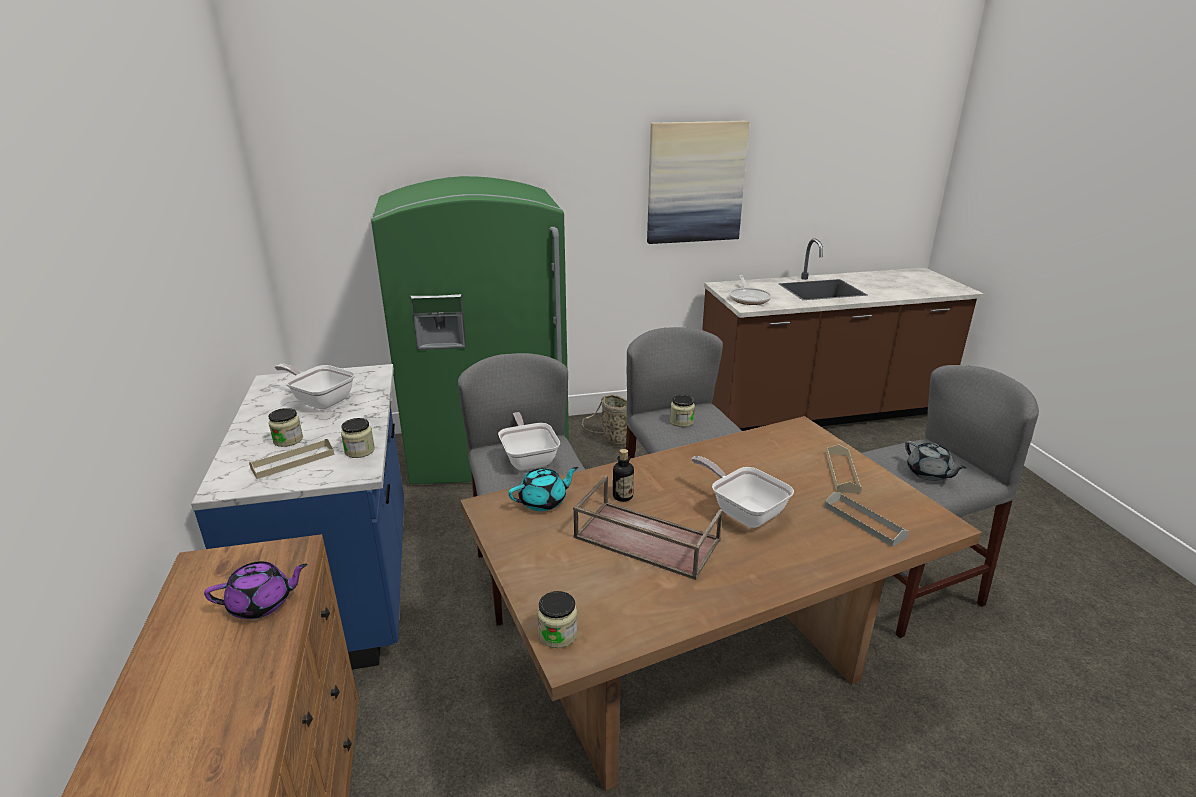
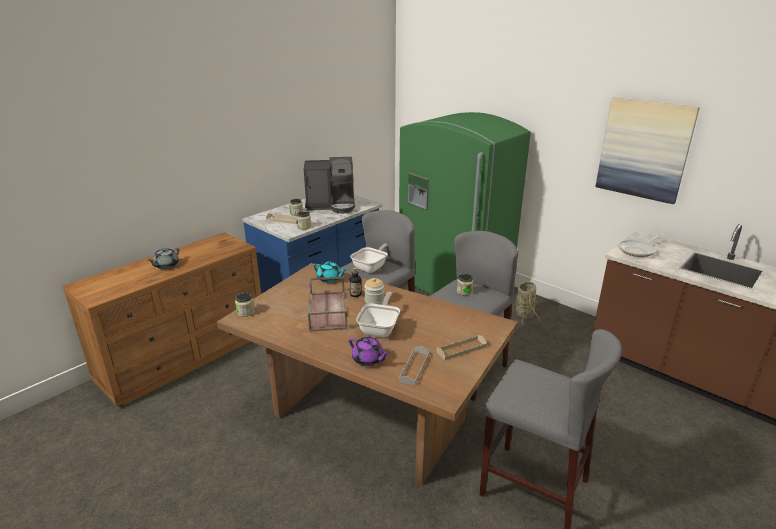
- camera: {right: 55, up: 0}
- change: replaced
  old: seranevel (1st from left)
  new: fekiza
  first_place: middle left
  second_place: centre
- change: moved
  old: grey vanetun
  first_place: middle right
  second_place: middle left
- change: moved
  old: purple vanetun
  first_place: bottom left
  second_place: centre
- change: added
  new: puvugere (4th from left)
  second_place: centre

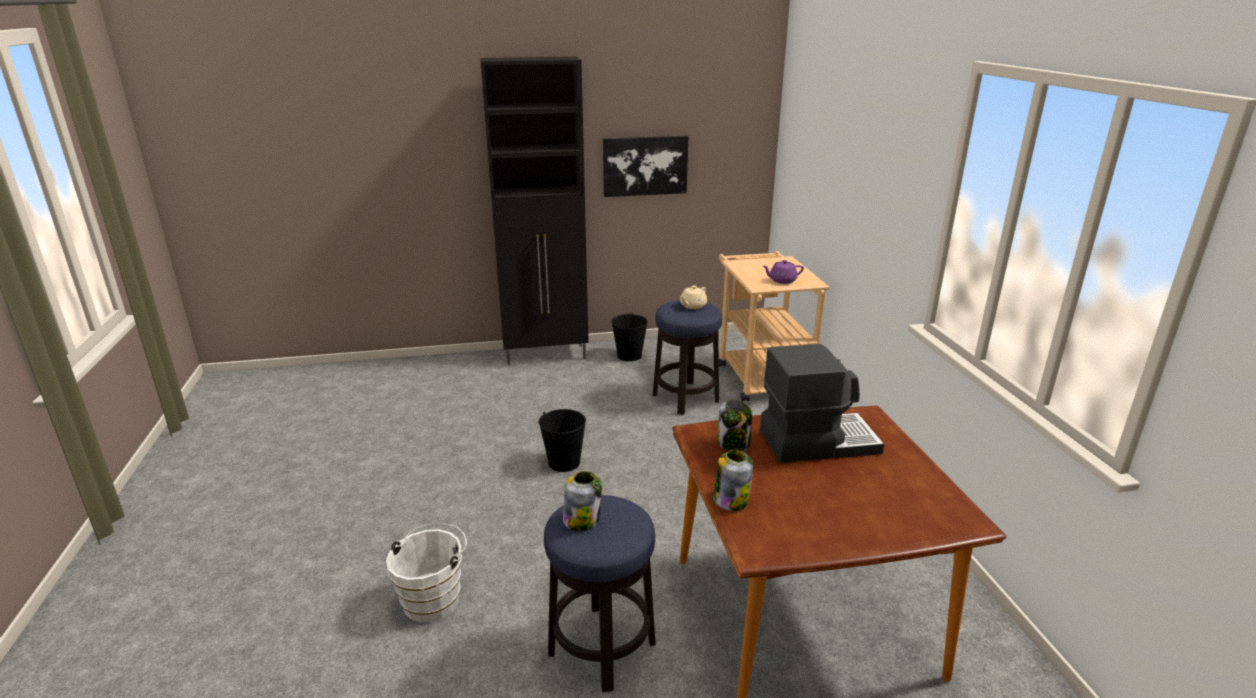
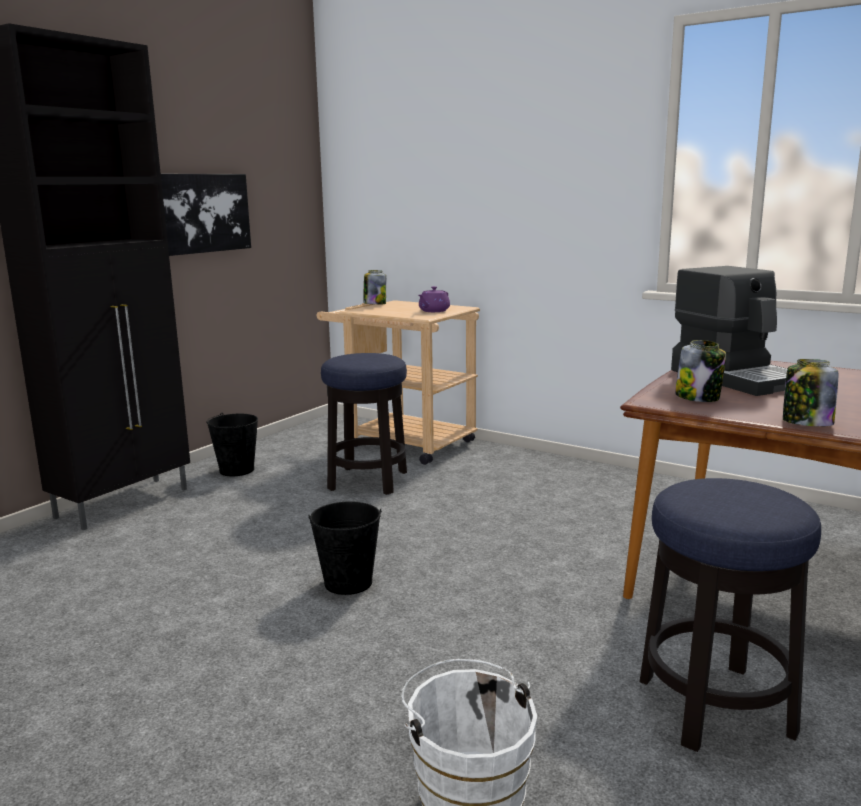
- camera: {right: -45, up: -10}
- change: removed
  old: beige vanetun
  first_place: centre
- change: turned
  old: fekiza
  first_place: centre
  second_place: middle right
  degrees: 120
- change: moved
  old: puvugere (1st from left)
  first_place: bottom centre
  second_place: centre

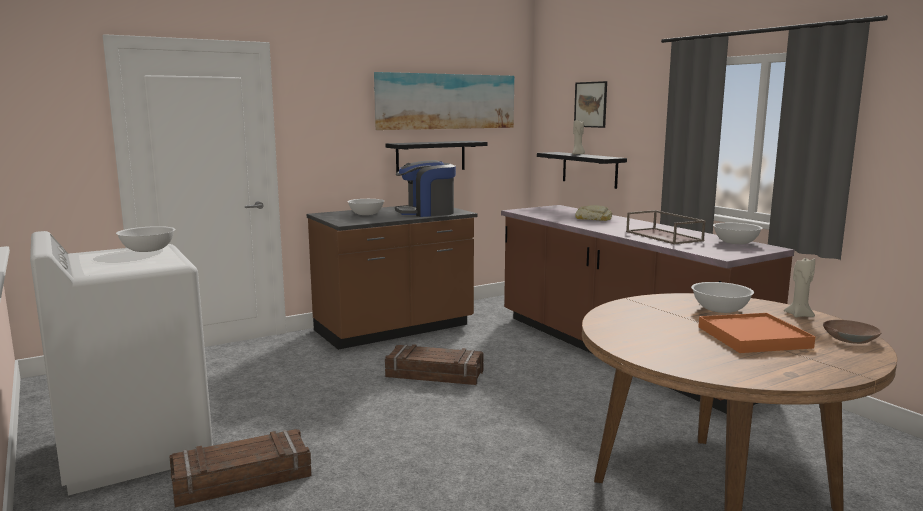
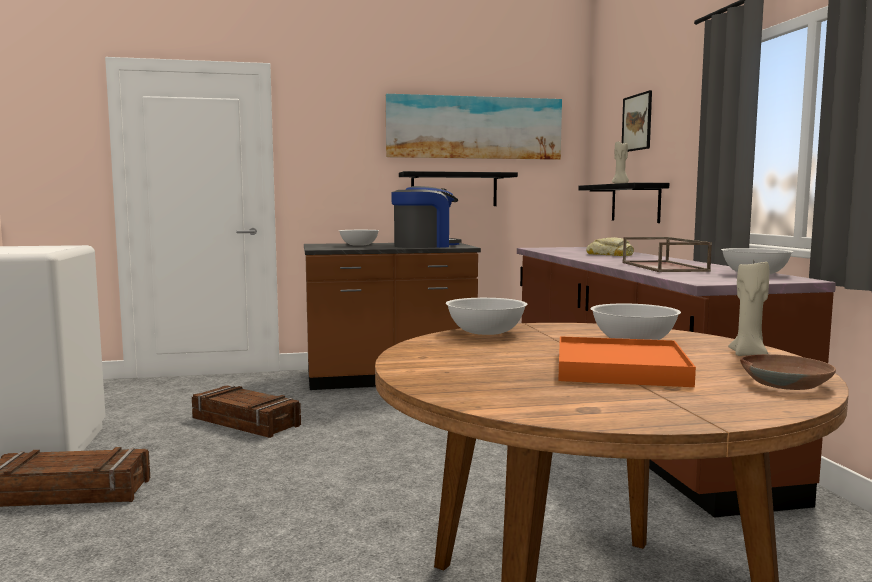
- camera: {right: 20, up: -5}
- change: turned
  old: fekiza
  first_place: centre
  second_place: centre
  degrees: 150
- change: moved
  old: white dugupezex (1st from left in the first image)
  new: white dugupezex (2nd from left)
  first_place: middle left
  second_place: centre
- change: moved
  old: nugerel (2nd from left)
  first_place: bottom centre
  second_place: bottom left

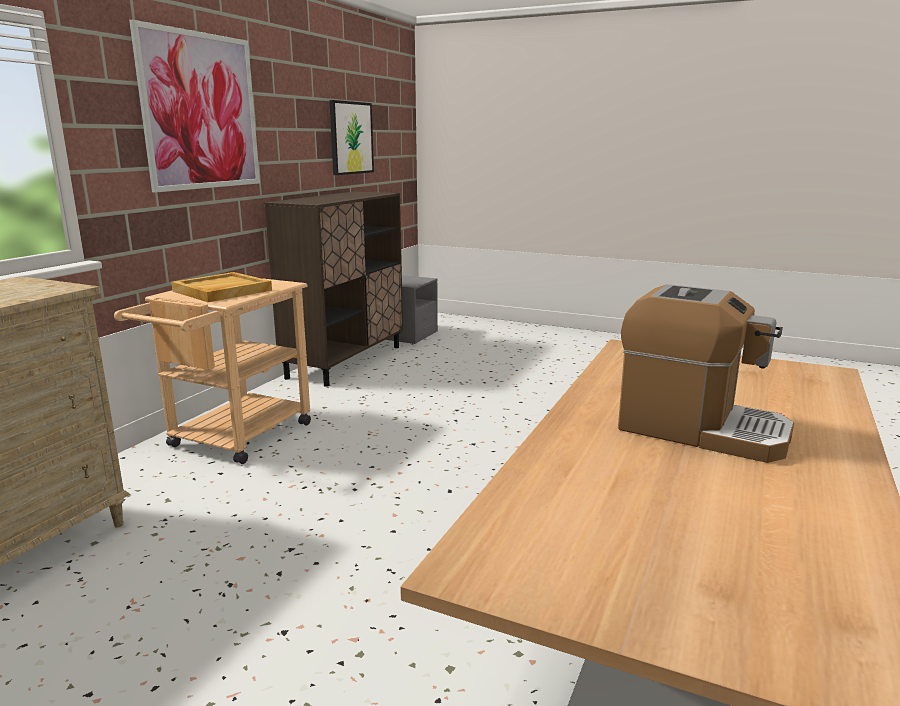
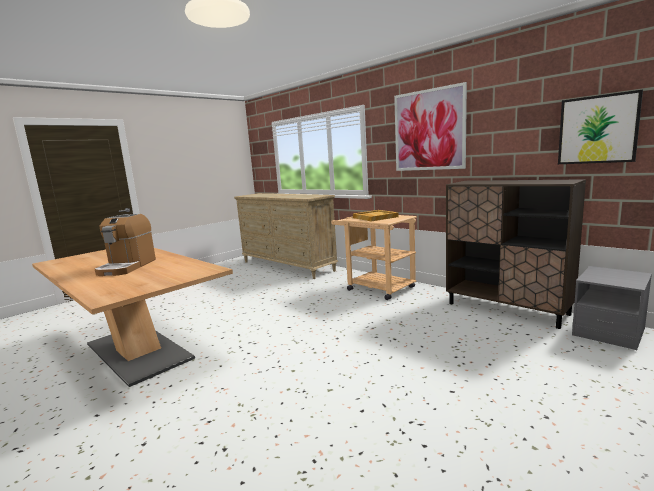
- camera: {right: 110, up: -5}
- change: turned
  old: fekiza
  first_place: middle right
  second_place: middle left
  degrees: -45

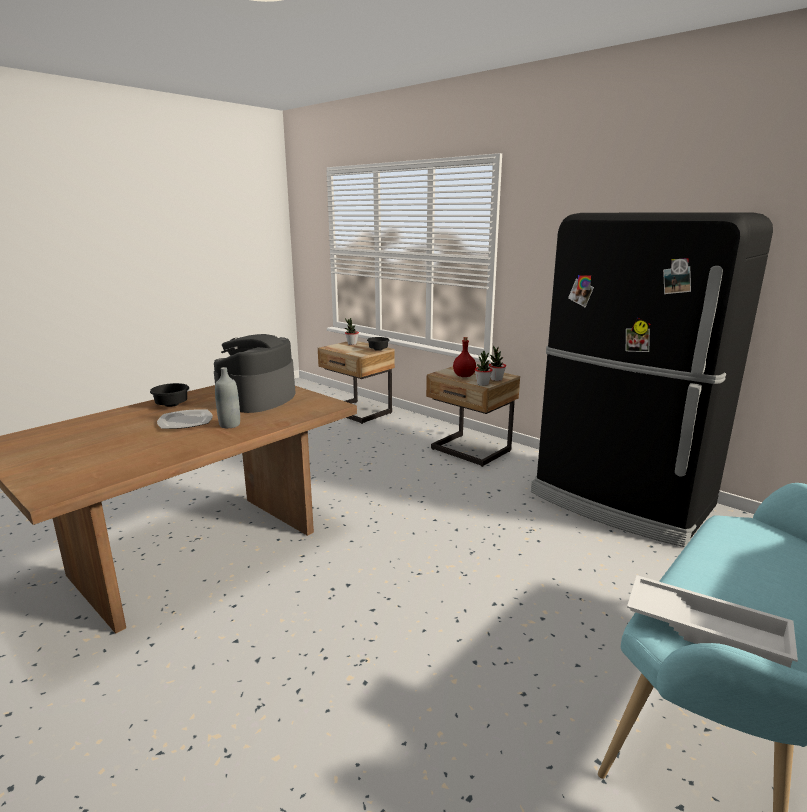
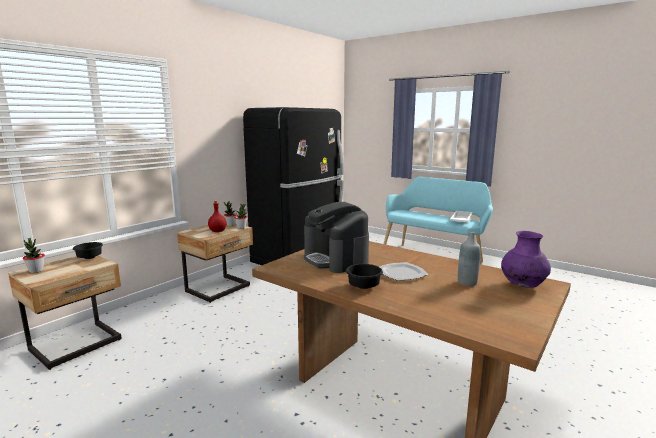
- camera: {right: -95, up: -5}
- change: turned
  old: fekiza
  first_place: middle left
  second_place: centre
  degrees: 45
- change: moved
  old: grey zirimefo
  first_place: middle left
  second_place: middle right
- change: added
  new: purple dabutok
  second_place: middle right

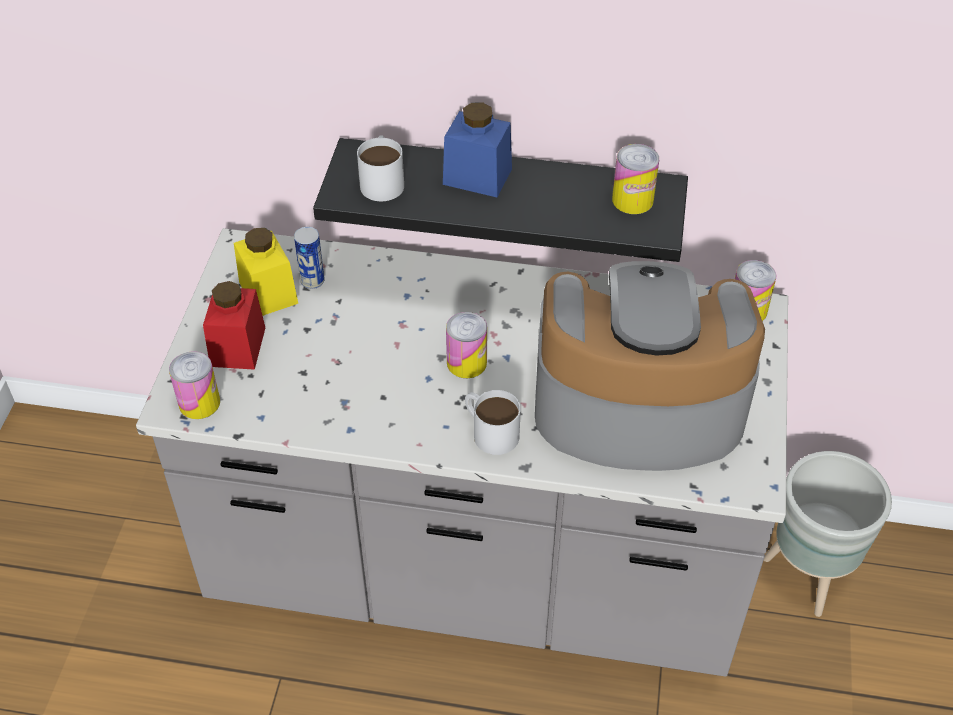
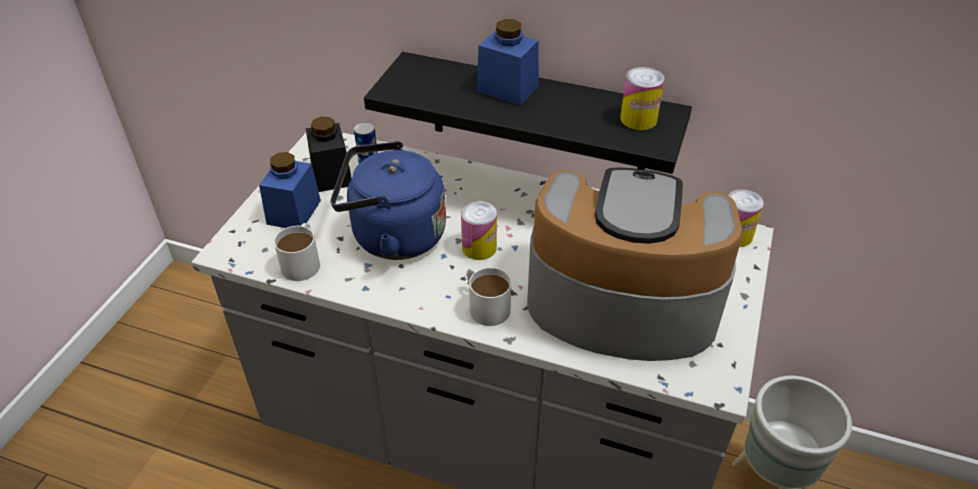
- camera: {right: 10, up: -5}
- change: moved
  old: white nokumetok (1st from left)
  first_place: top centre
  second_place: middle left
- change: recoloured
  old: yellow puvugere
  new: black puvugere
  first_place: middle left
  second_place: top centre
- change: recoloured
  old: red puvugere
  new: blue puvugere (1st from left)
  first_place: middle left
  second_place: middle left
- change: removed
  old: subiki (1st from left)
  first_place: middle left
- change: added
  new: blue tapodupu
  second_place: centre

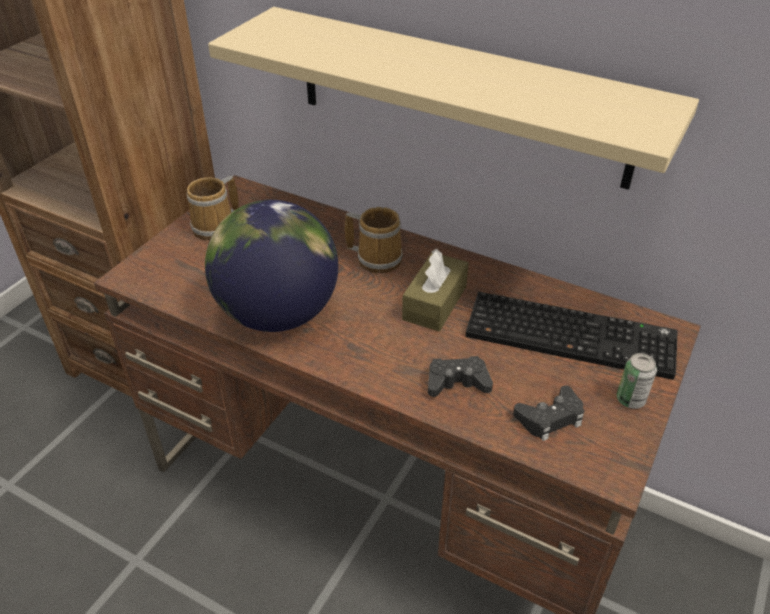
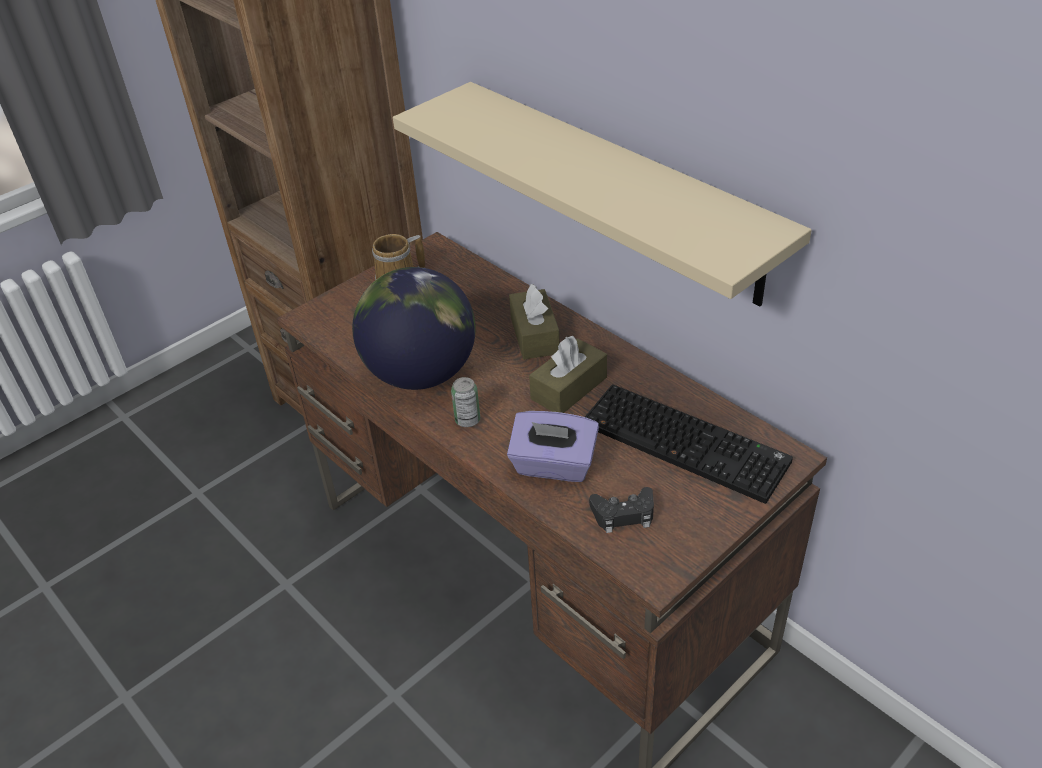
- camera: {right: 20, up: 0}
- change: replaced
  old: nokumetok (2nd from left)
  new: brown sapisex (1st from left)
  first_place: centre
  second_place: centre
- change: moved
  old: subiki
  first_place: middle right
  second_place: centre
- change: replaced
  old: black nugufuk (1st from left)
  new: purple sapisex
  first_place: centre
  second_place: centre

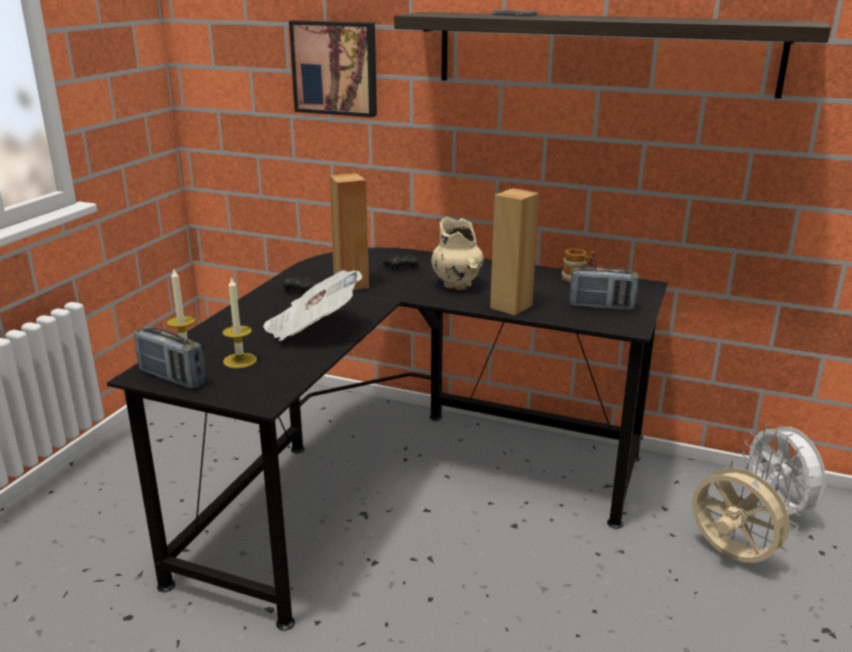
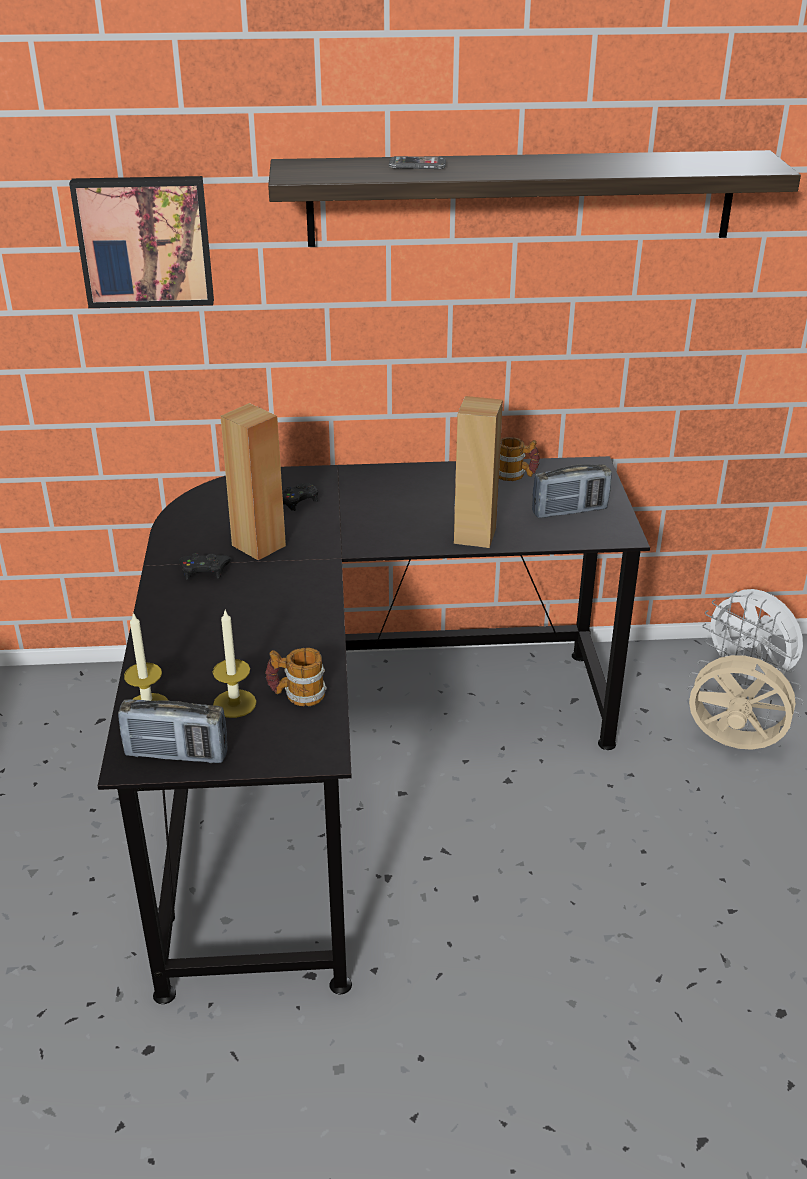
- camera: {right: -25, up: 10}
- change: removed
  old: beige dabutok
  first_place: centre
- change: removed
  old: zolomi
  first_place: centre
- change: added
  new: nokumetok (1st from left)
  second_place: centre

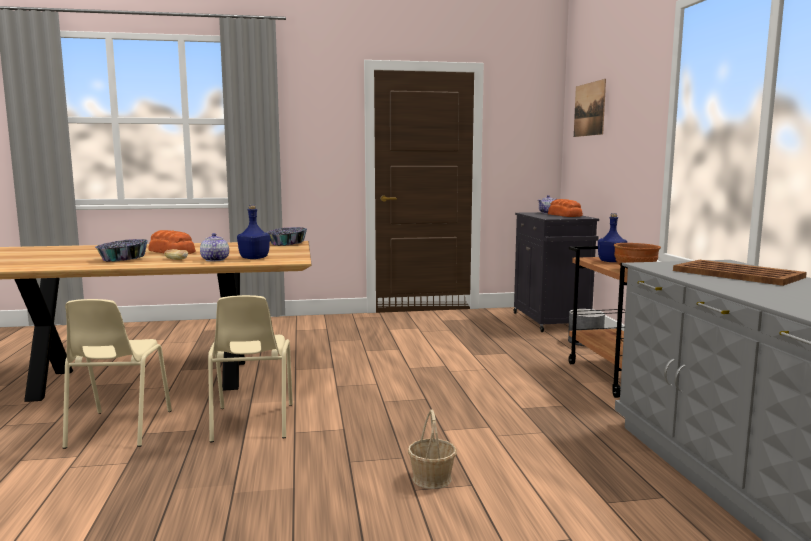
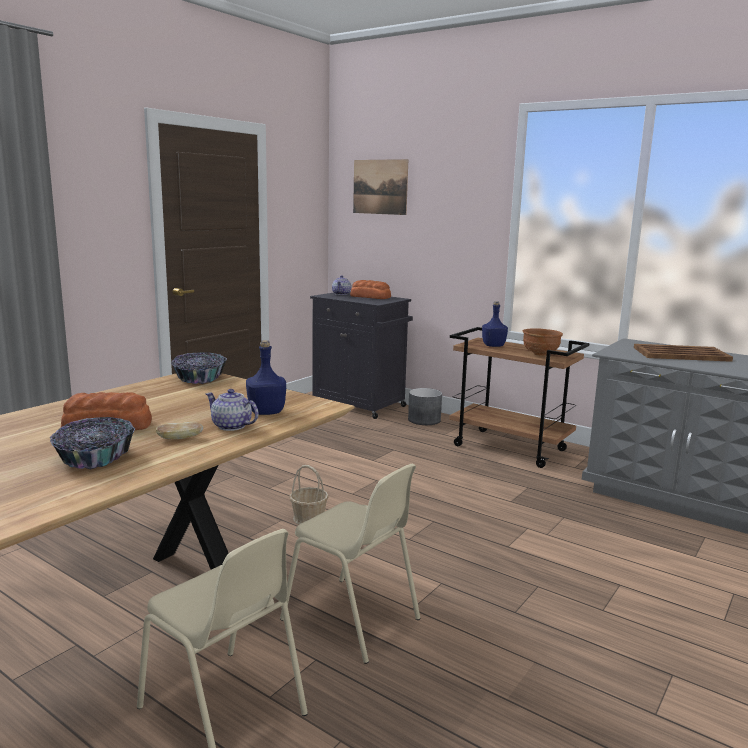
- camera: {right: -45, up: 5}
- change: moved
  old: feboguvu
  first_place: bottom centre
  second_place: centre

